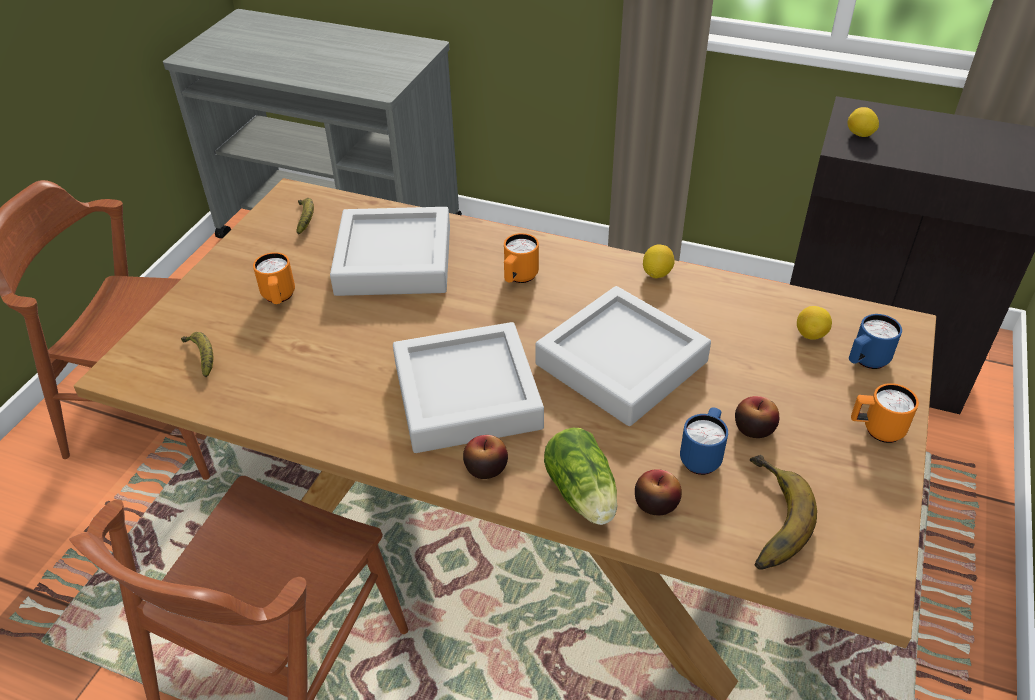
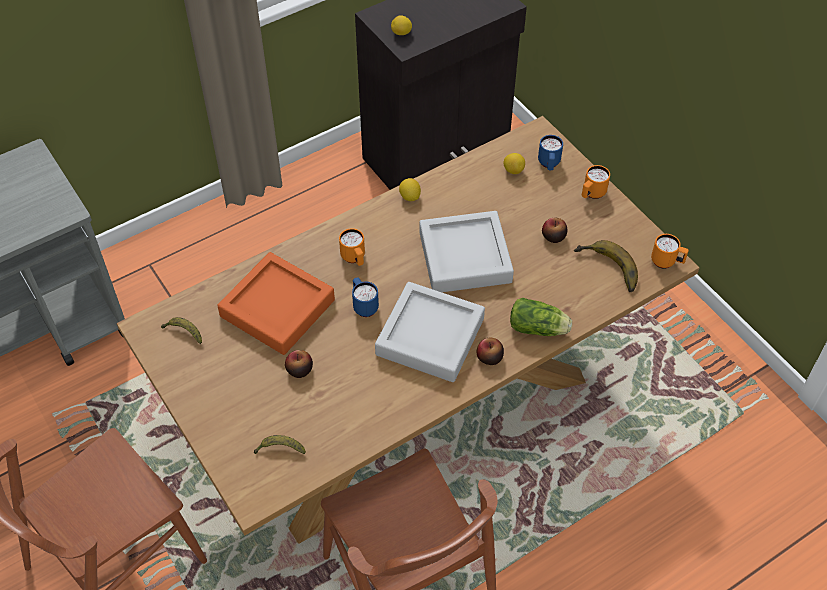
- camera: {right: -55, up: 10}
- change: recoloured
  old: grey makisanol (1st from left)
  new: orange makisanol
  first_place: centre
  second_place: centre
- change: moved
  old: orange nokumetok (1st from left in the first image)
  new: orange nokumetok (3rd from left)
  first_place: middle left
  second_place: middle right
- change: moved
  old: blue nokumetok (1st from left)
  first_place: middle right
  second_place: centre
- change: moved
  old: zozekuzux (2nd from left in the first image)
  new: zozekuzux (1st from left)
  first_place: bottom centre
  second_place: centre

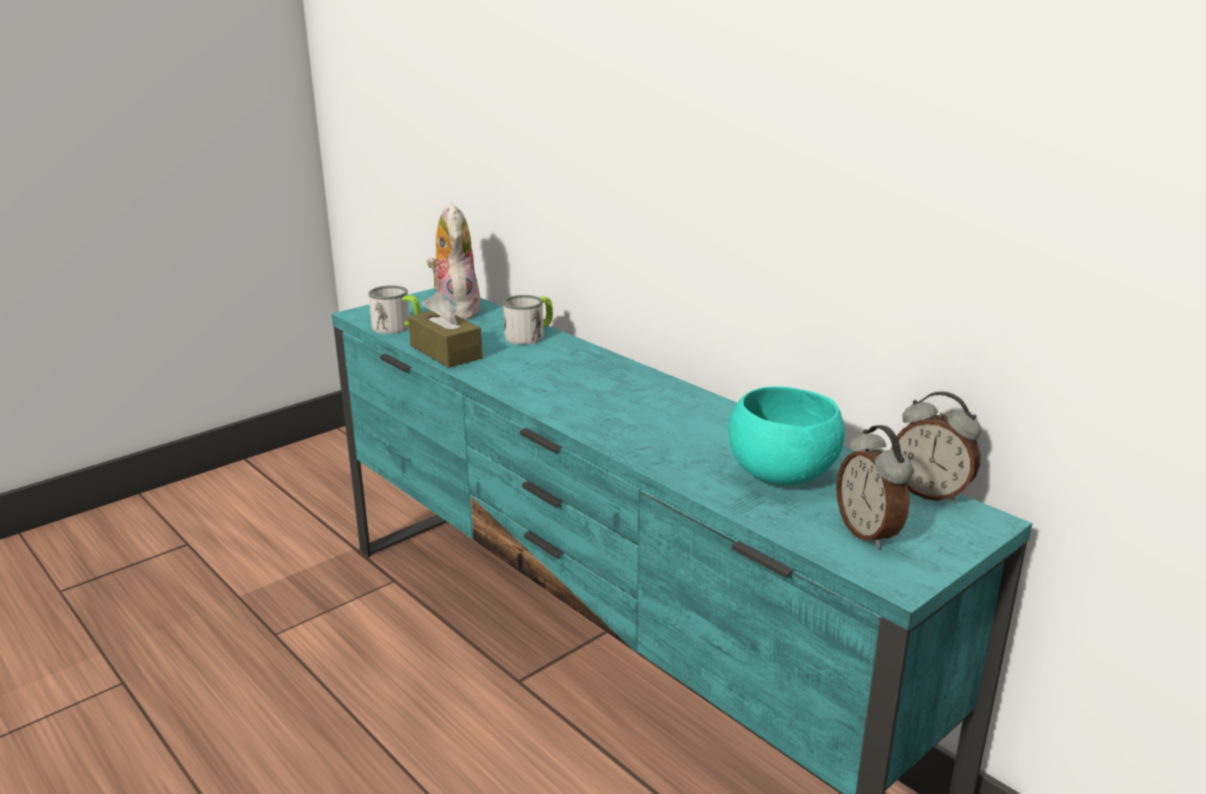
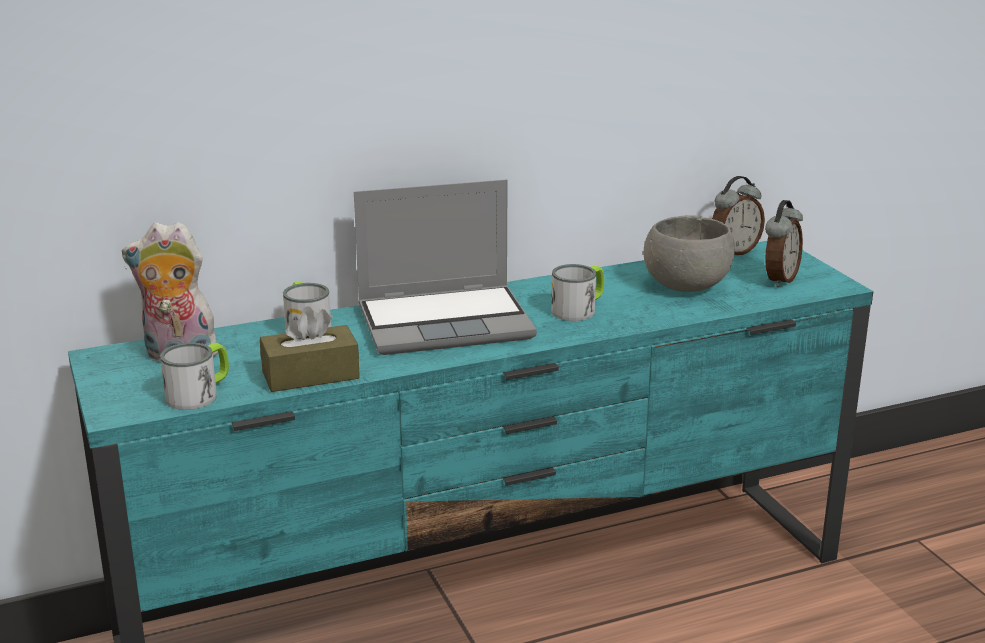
- camera: {right: -70, up: 0}
- change: recoloured
  old: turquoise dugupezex
  new: grey dugupezex
  first_place: centre
  second_place: middle right
- change: turned
  old: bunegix (1st from left in the first image)
  first_place: middle right
  second_place: middle right
  degrees: -60
- change: added
  new: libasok
  second_place: centre
- change: added
  new: nokumetok (3rd from left)
  second_place: centre

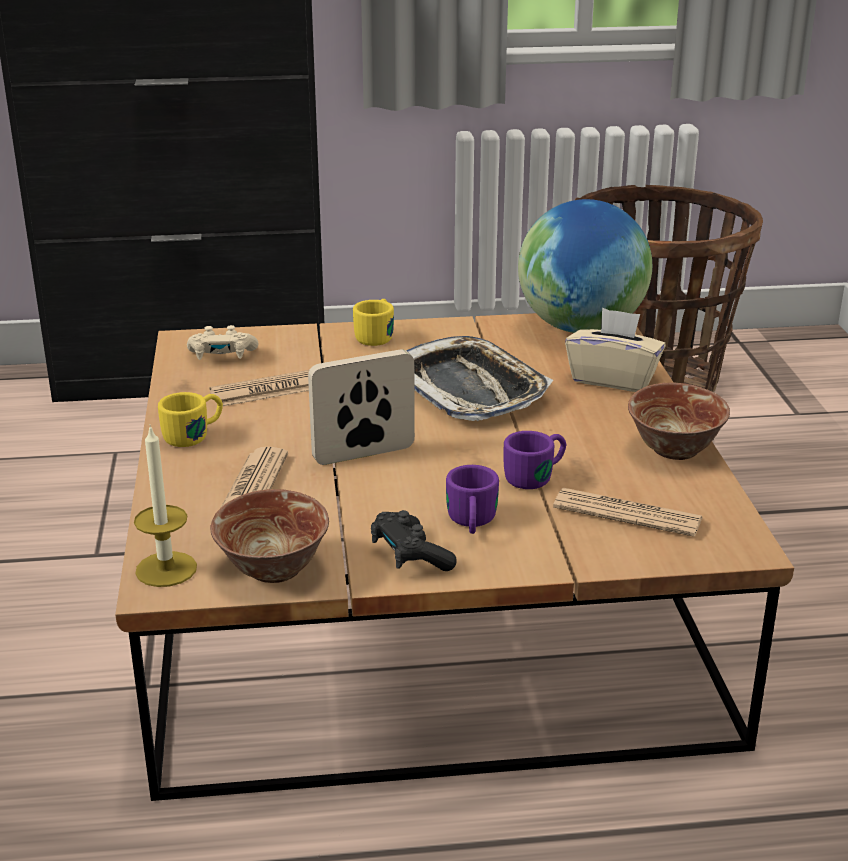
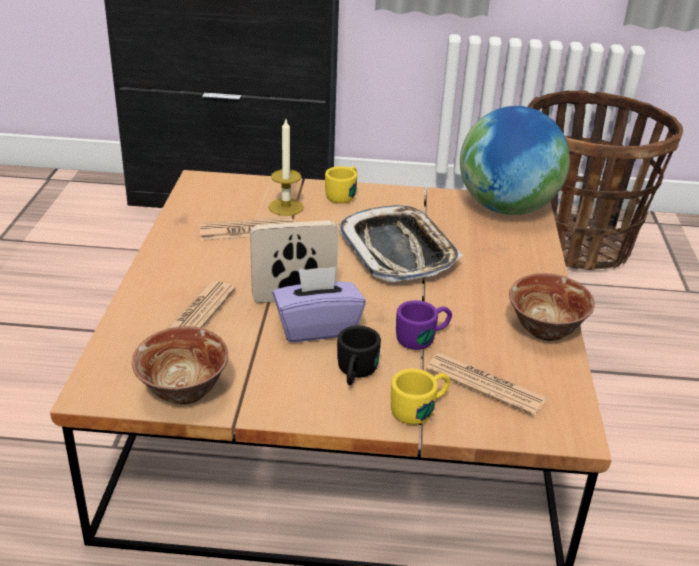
- camera: {right: 10, up: 5}
- change: removed
  old: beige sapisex
  first_place: middle right
- change: removed
  old: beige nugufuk
  first_place: middle left
- change: moved
  old: yellow nokumetok (1st from left in the first image)
  new: yellow nokumetok (2nd from left)
  first_place: middle left
  second_place: bottom centre
- change: moved
  old: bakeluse
  first_place: middle left
  second_place: top centre
- change: recoloured
  old: purple nokumetok (1st from left)
  new: black nokumetok
  first_place: centre
  second_place: centre
- change: removed
  old: black nugufuk
  first_place: centre
- change: added
  new: purple sapisex
  second_place: centre

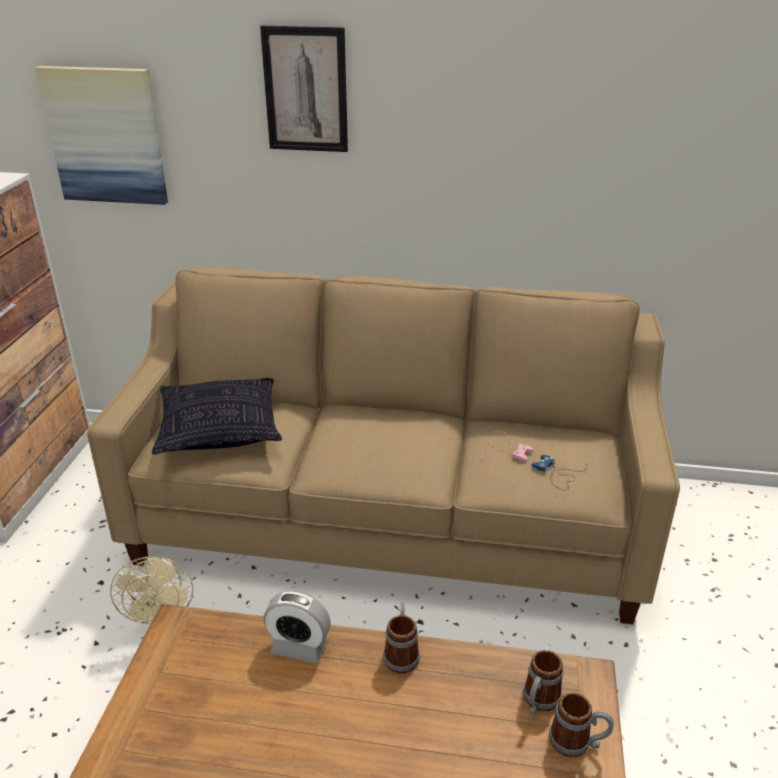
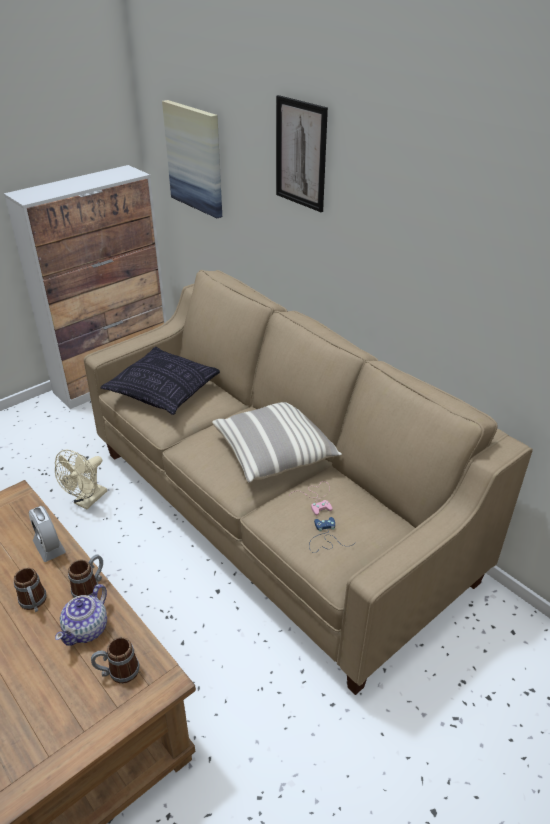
- camera: {right: 40, up: 5}
- change: moved
  old: nokumetok (3rd from left in the first image)
  new: nokumetok (1st from left)
  first_place: bottom right
  second_place: bottom left
- change: added
  new: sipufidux (2nd from left)
  second_place: centre
- change: added
  new: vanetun
  second_place: bottom left

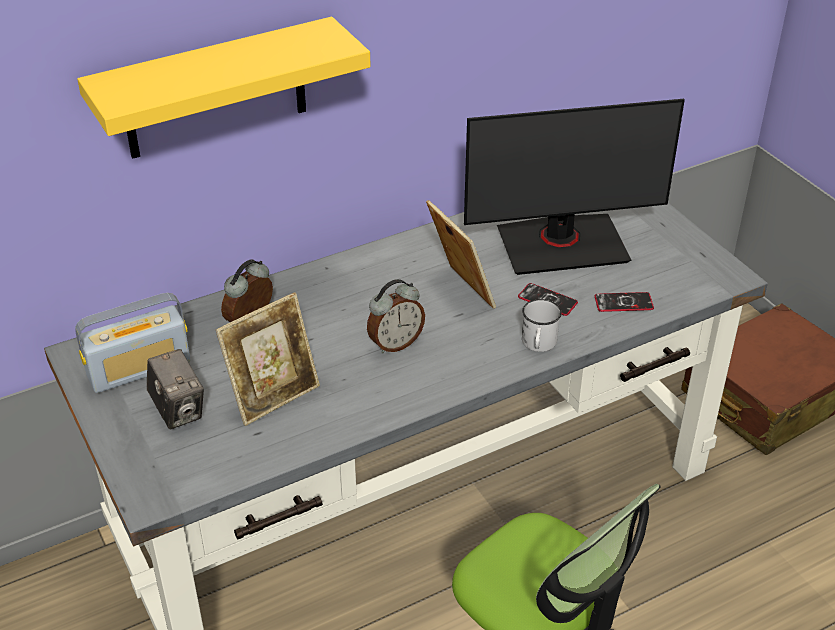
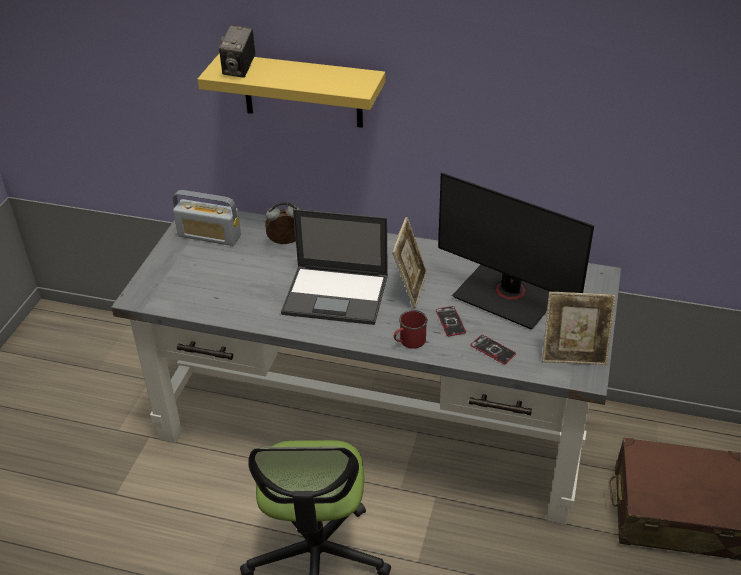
- camera: {right: 45, up: 0}
- change: replaced
  old: bunegix (2nd from left)
  new: libasok
  first_place: centre
  second_place: centre
- change: moved
  old: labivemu (1st from left in the first image)
  new: labivemu (2nd from left)
  first_place: middle left
  second_place: middle right
- change: recoloured
  old: white nokumetok
  new: red nokumetok
  first_place: centre
  second_place: centre
- change: moved
  old: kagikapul
  first_place: middle left
  second_place: top left

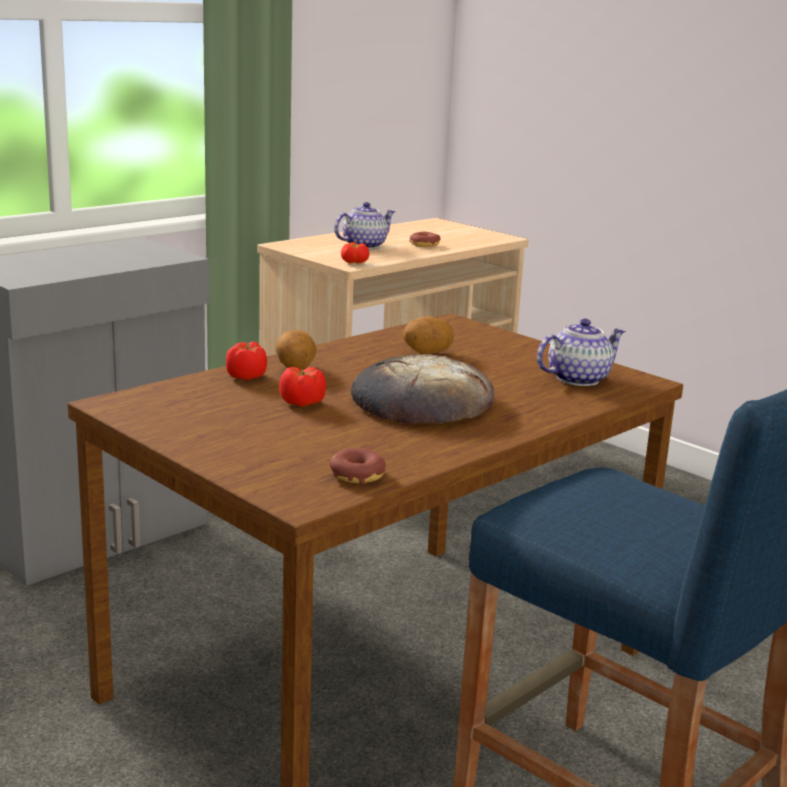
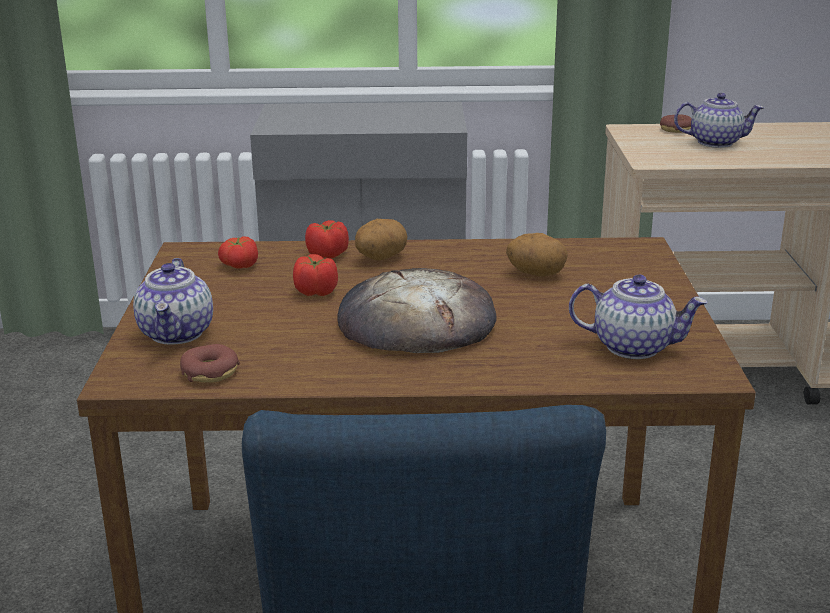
- camera: {right: 45, up: 5}
- change: moved
  old: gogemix (2nd from left)
  first_place: top centre
  second_place: top right
- change: moved
  old: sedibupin (3rd from left in the first image)
  new: sedibupin (1st from left)
  first_place: top centre
  second_place: middle left
- change: added
  new: vanetun (1st from left)
  second_place: middle left

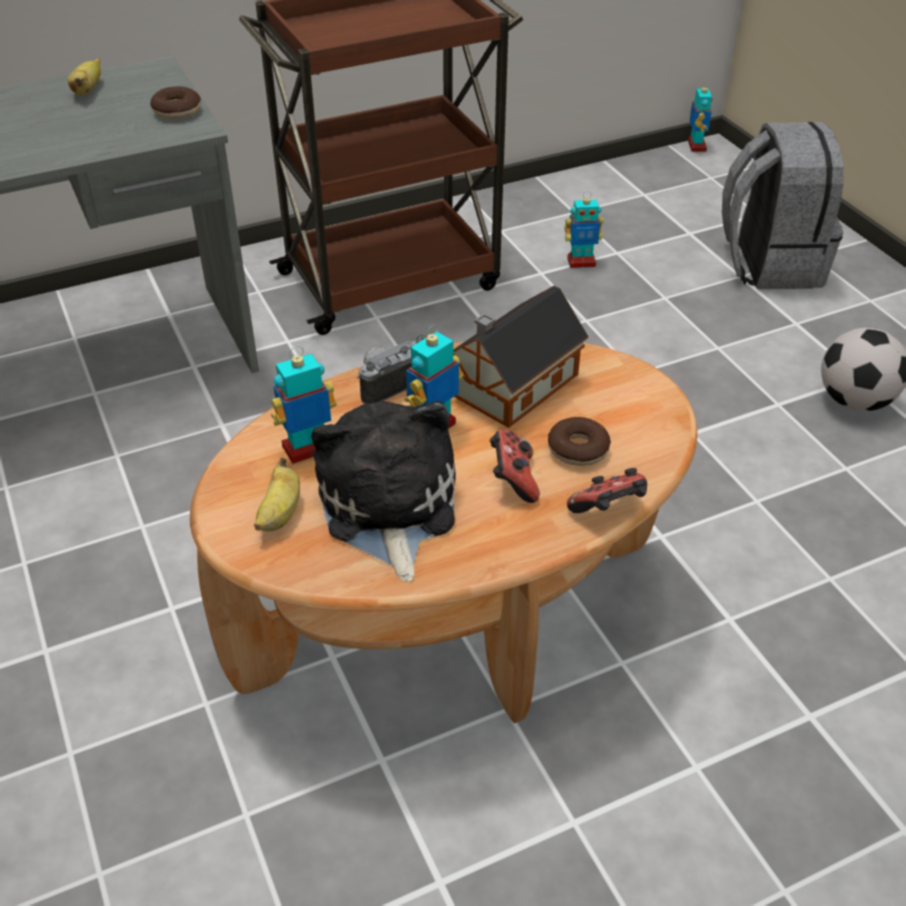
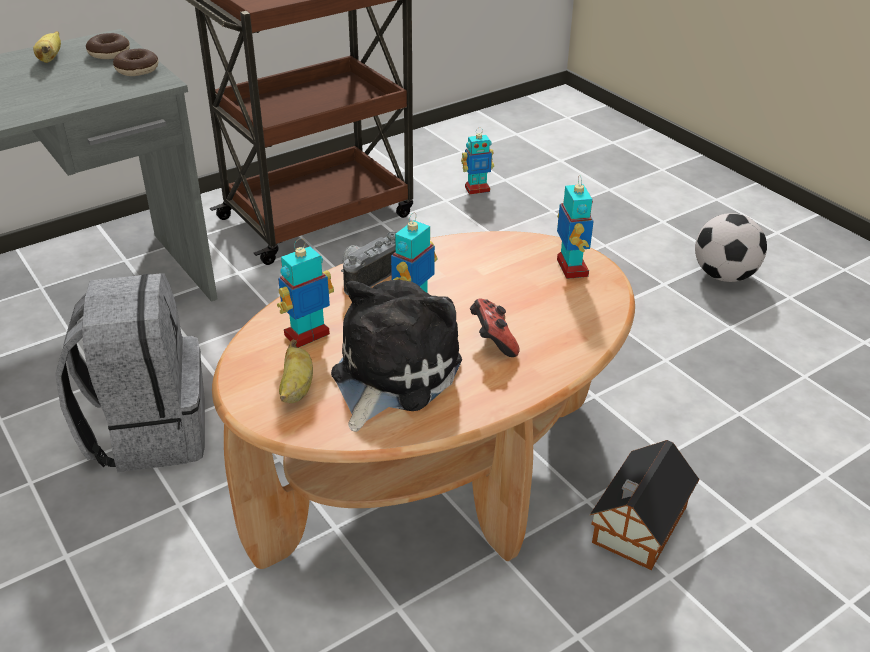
- camera: {right: -10, up: -5}
- change: moved
  old: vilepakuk (4th from left)
  first_place: top right
  second_place: centre
- change: moved
  old: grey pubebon
  first_place: top right
  second_place: middle left
- change: moved
  old: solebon
  first_place: centre
  second_place: bottom right
- change: turned
  old: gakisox
  first_place: centre
  second_place: centre
  degrees: 45
- change: moved
  old: gogemix (2nd from left in the first image)
  new: gogemix (1st from left)
  first_place: centre
  second_place: top left
- change: removed
  old: nugufuk (2nd from left)
  first_place: middle right

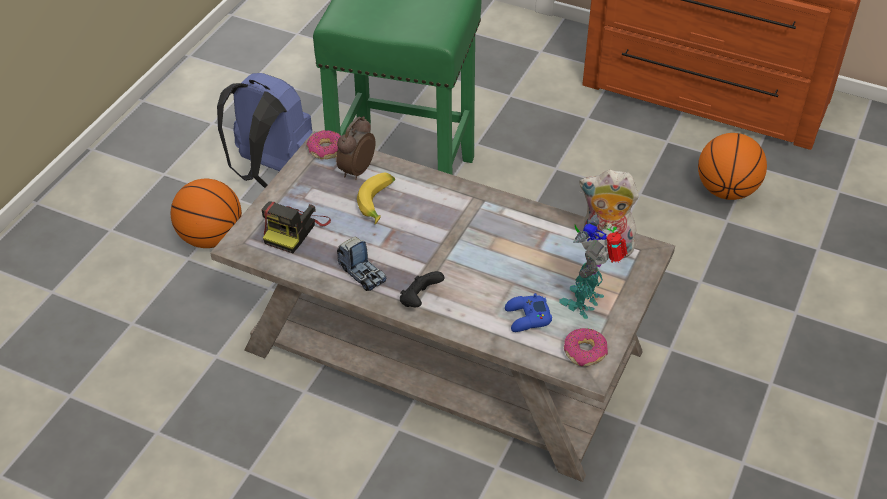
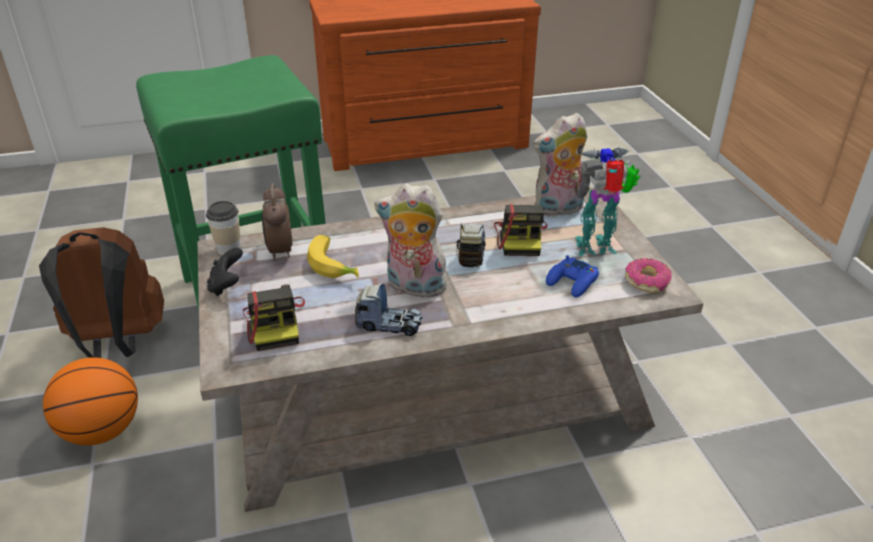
- camera: {right: -40, up: -10}
- change: recoloured
  old: blue pubebon
  new: brown pubebon
  first_place: top left
  second_place: middle left
- change: replaced
  old: gogemix (1st from left)
  new: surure
  first_place: top centre
  second_place: middle left
- change: removed
  old: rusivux (2nd from left)
  first_place: top right
- change: turned
  old: vilepakuk
  first_place: middle right
  second_place: middle right
  degrees: 90
- change: moved
  old: black nugufuk
  first_place: centre
  second_place: middle left
- change: added
  new: gakisox (1st from left)
  second_place: centre
- change: added
  new: kagikapul (2nd from left)
  second_place: centre
- change: added
  new: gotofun (2nd from left)
  second_place: centre

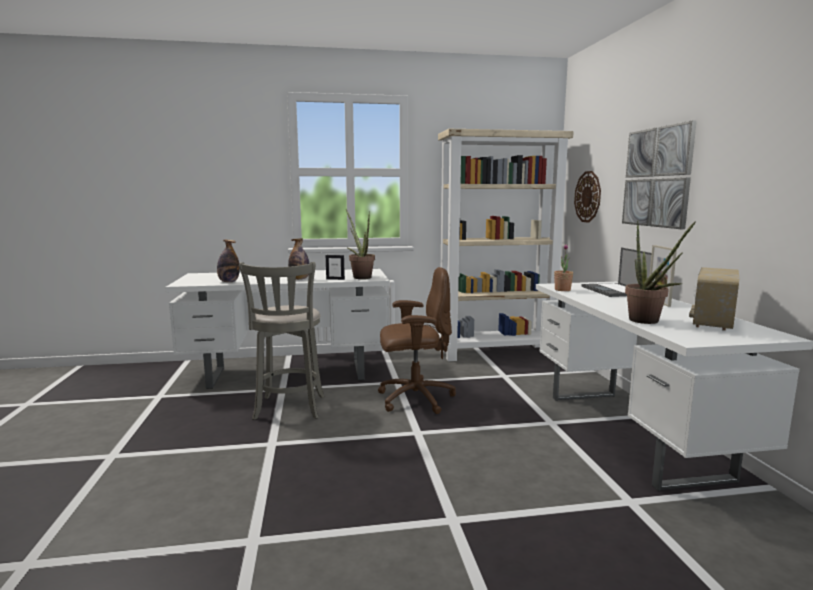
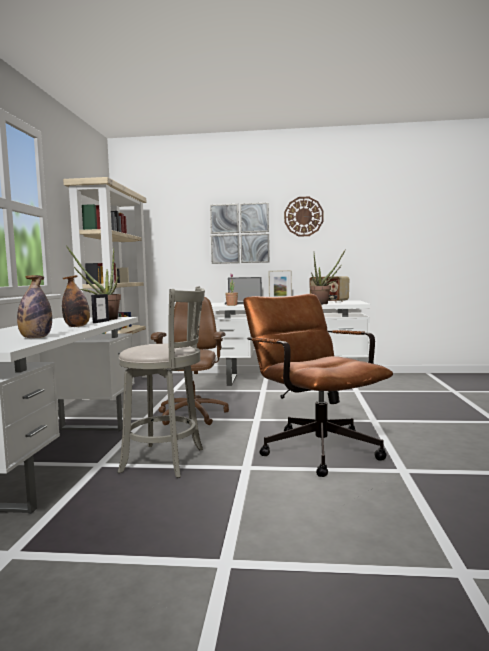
- camera: {right: -75, up: -5}
- change: moved
  old: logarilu
  first_place: middle right
  second_place: top centre
- change: added
  new: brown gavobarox (2nd from left)
  second_place: centre

